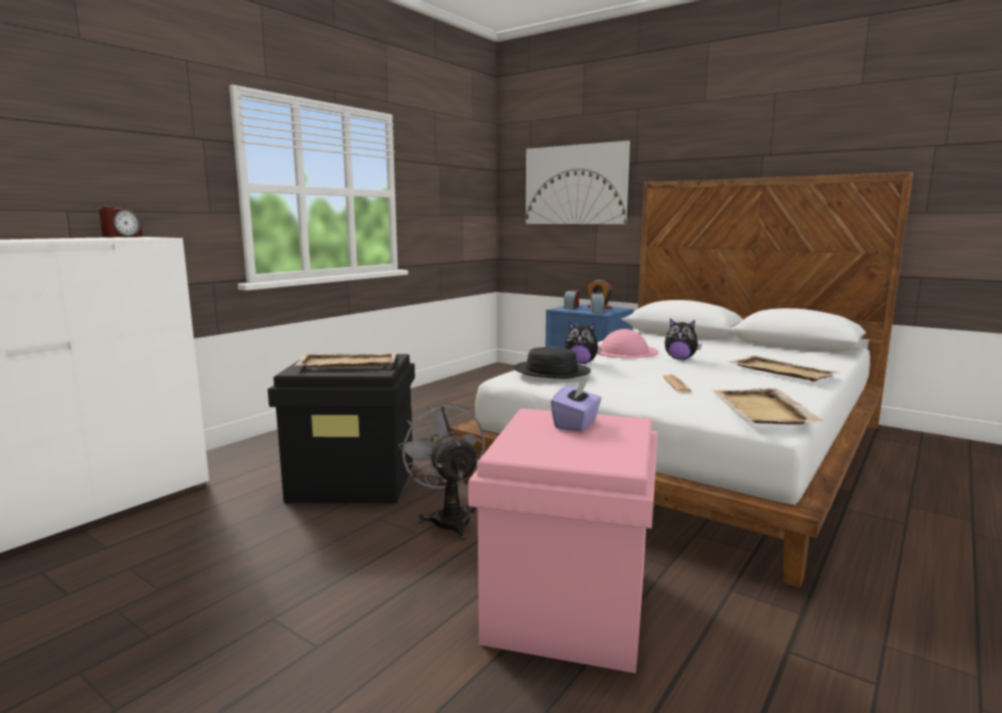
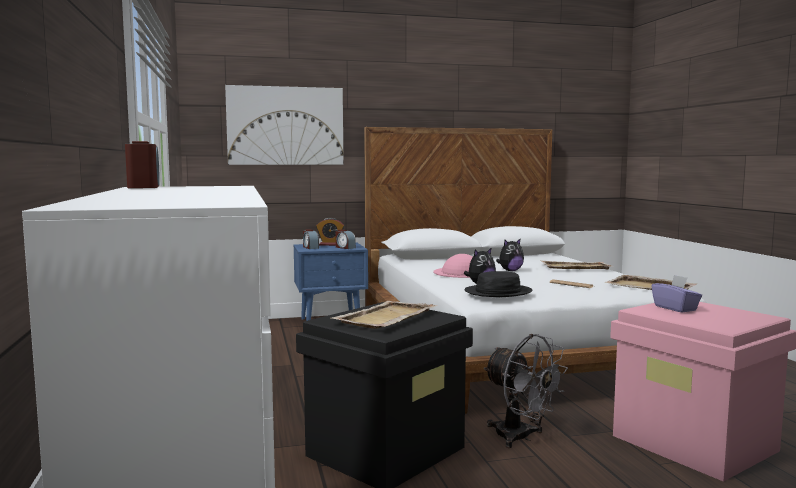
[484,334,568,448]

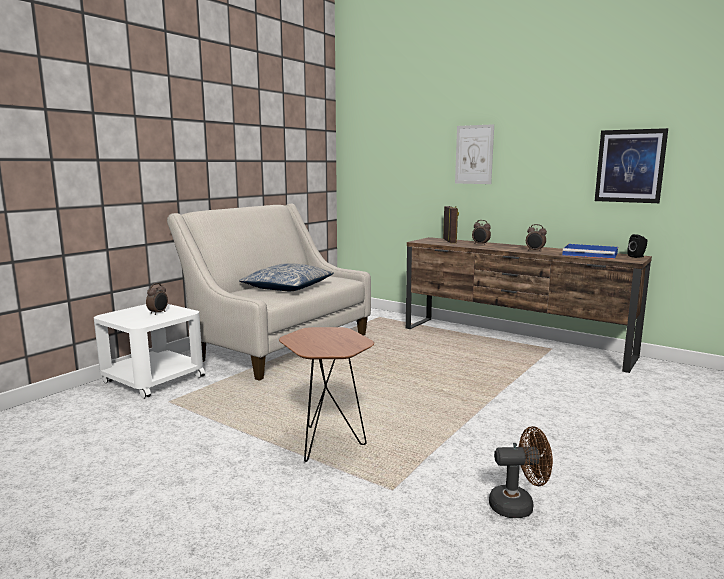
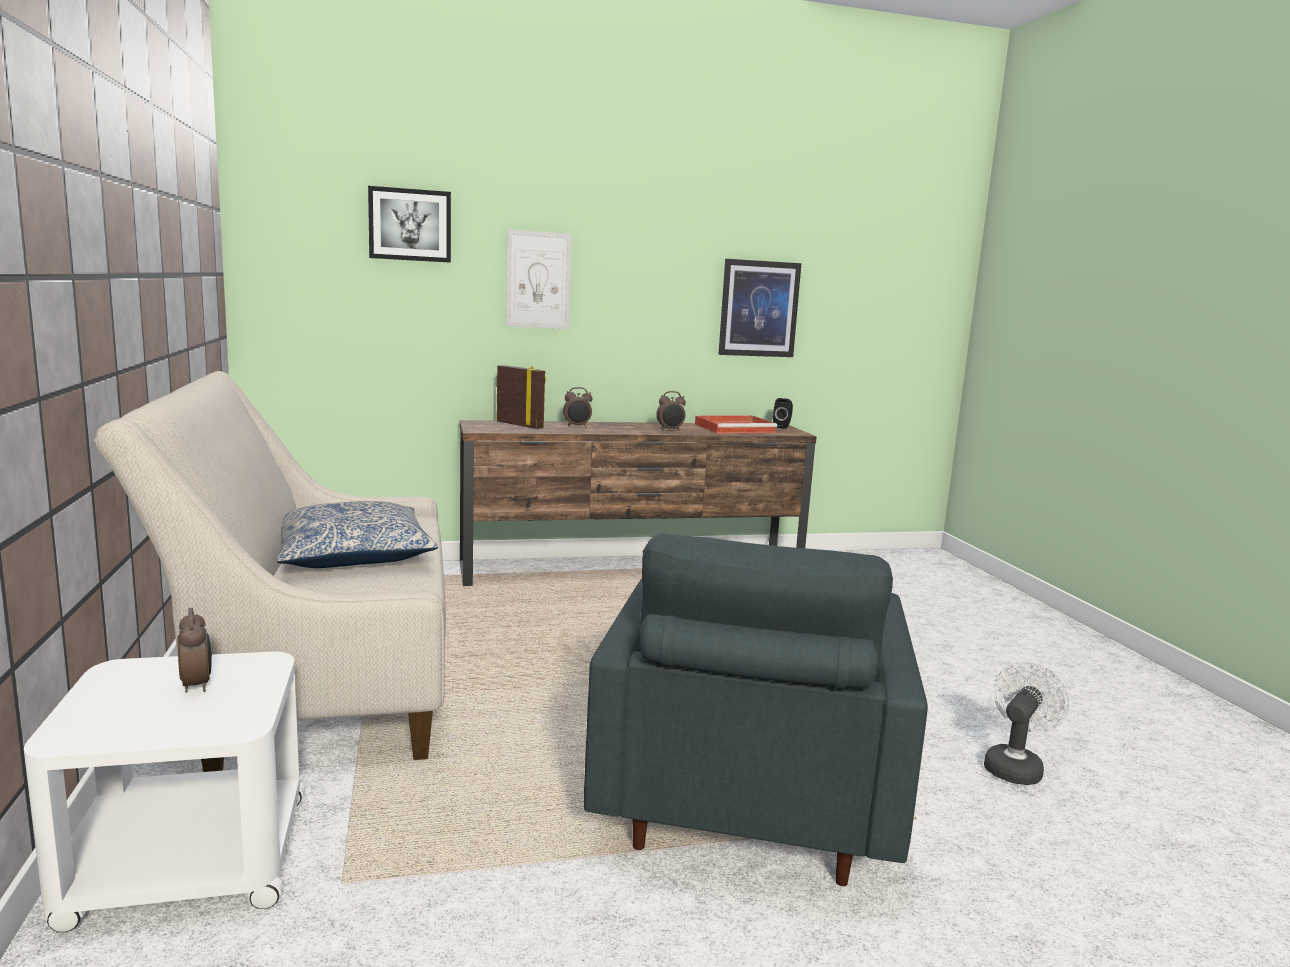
[584,533,928,886]
[984,662,1070,785]
[695,415,777,434]
[368,186,451,263]

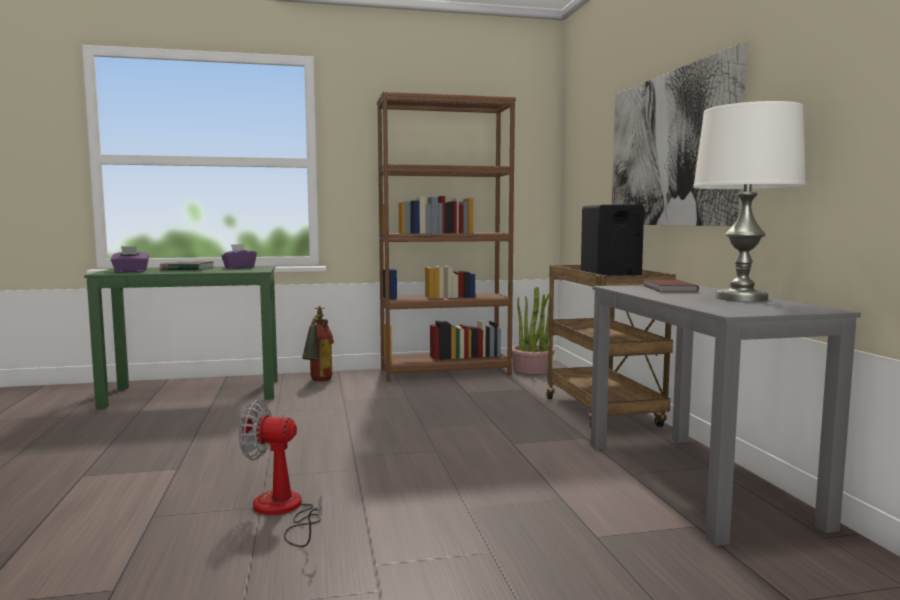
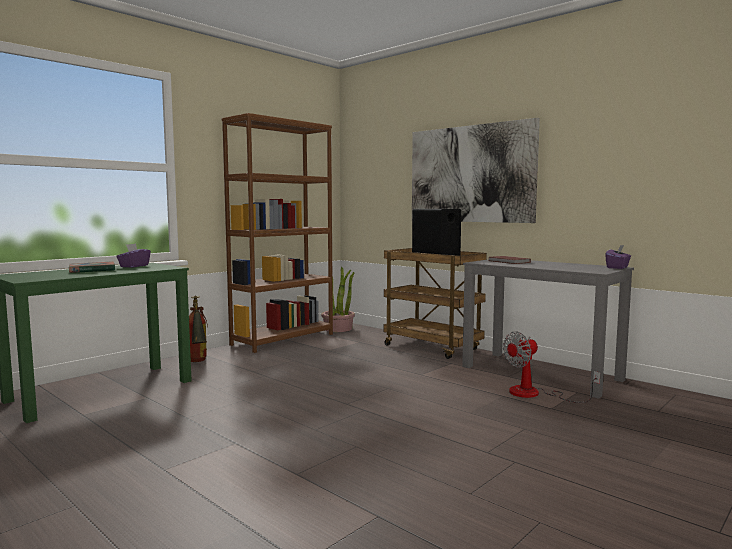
[605,245,631,269]
[503,331,600,403]
[693,101,806,302] (first image)

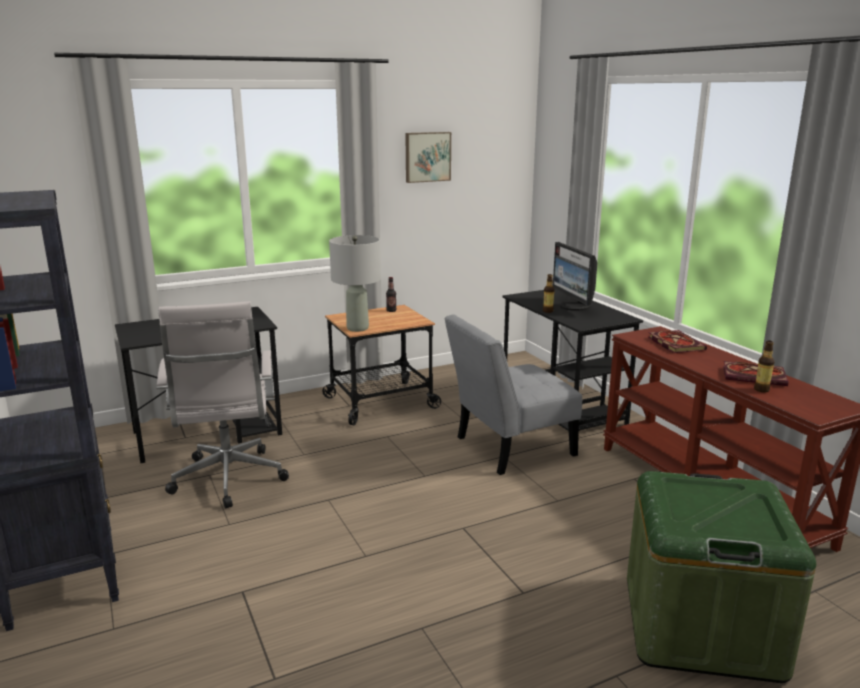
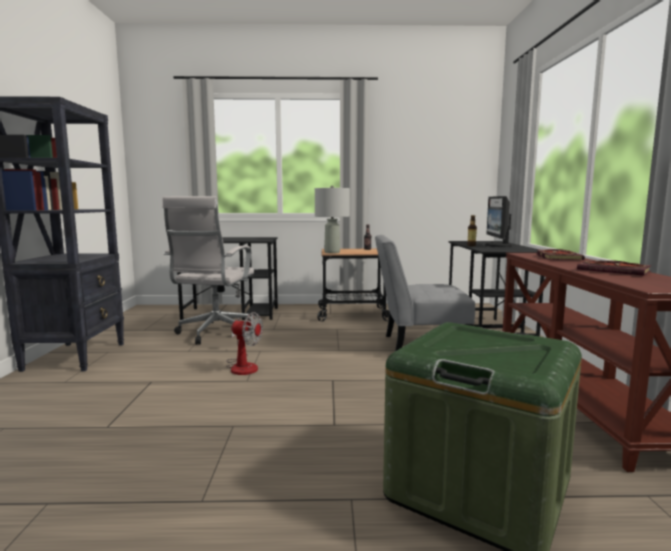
[405,132,451,183] (first image)
[754,340,774,393] (first image)
[226,312,263,375]

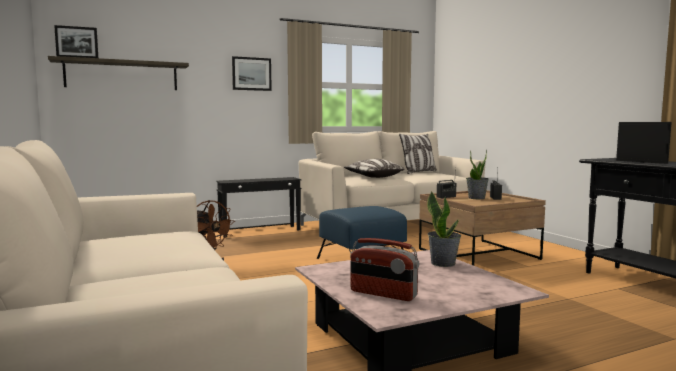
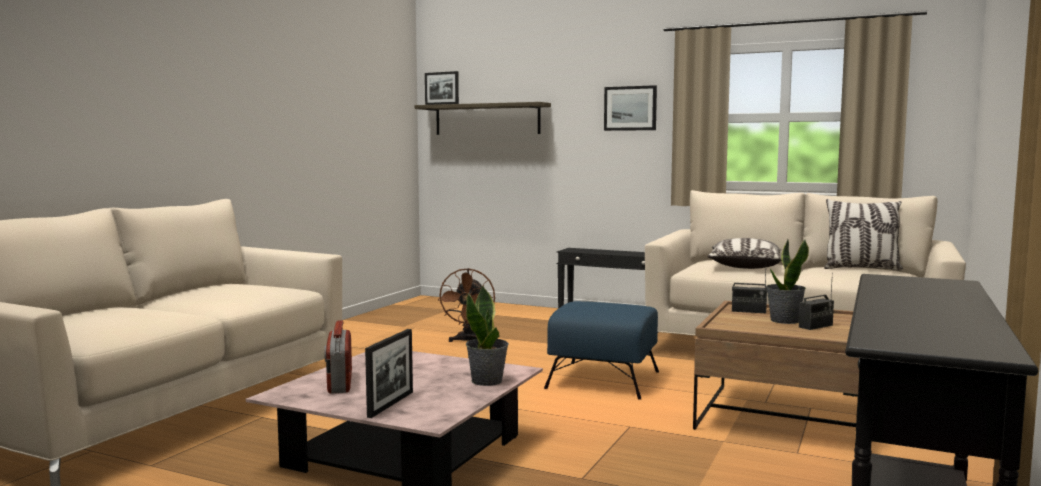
[365,329,413,418]

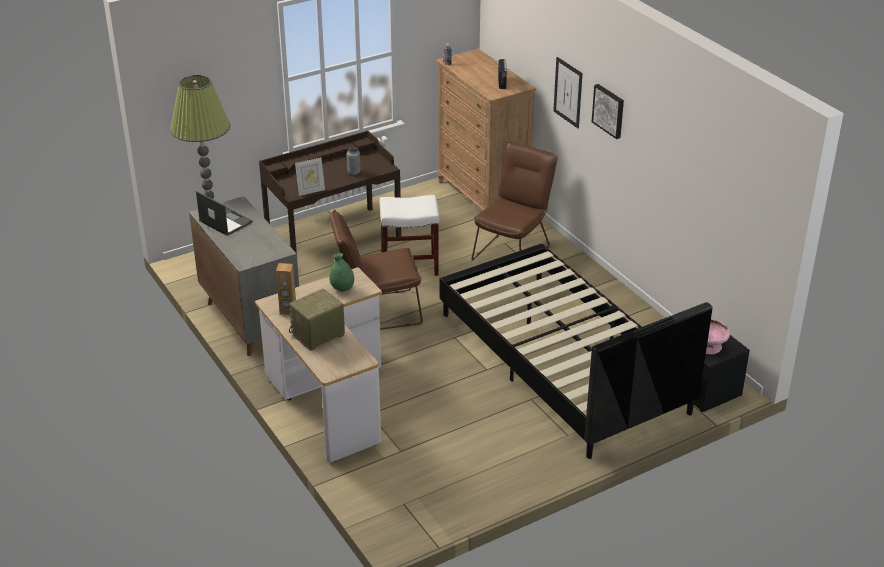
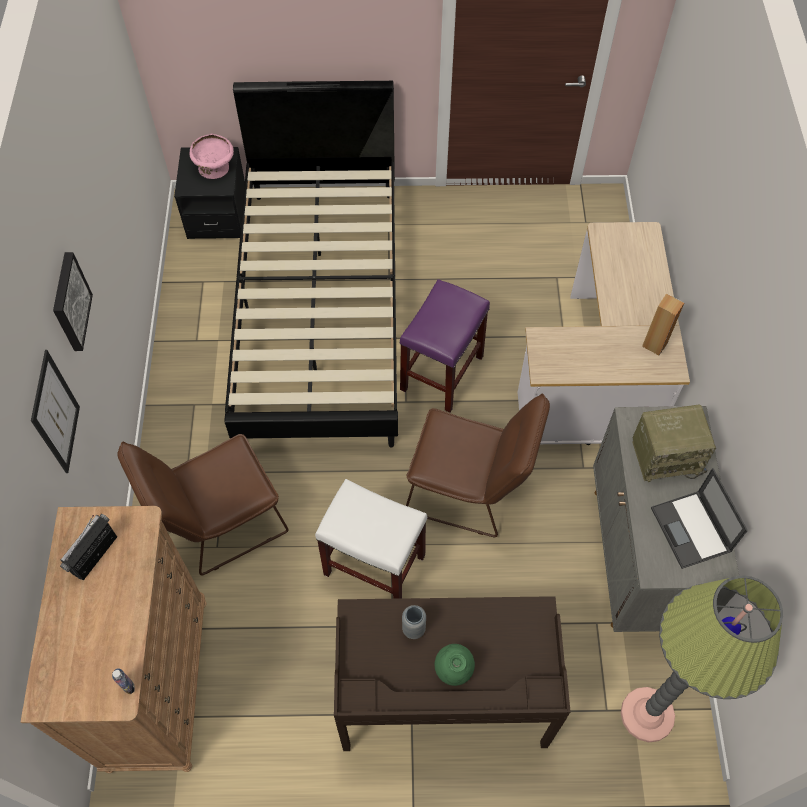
[632,404,716,482]
[295,158,325,196] (first image)
[435,644,475,686]
[400,279,490,413]

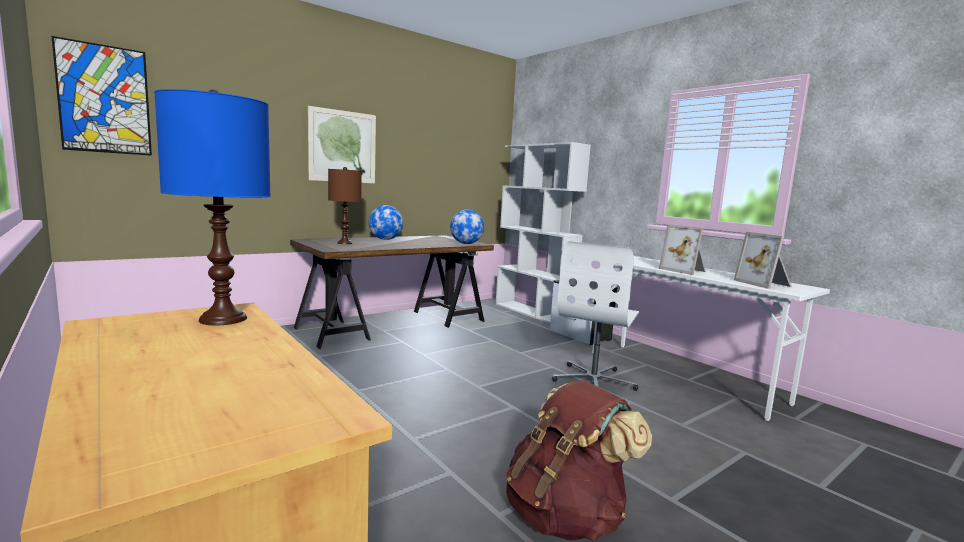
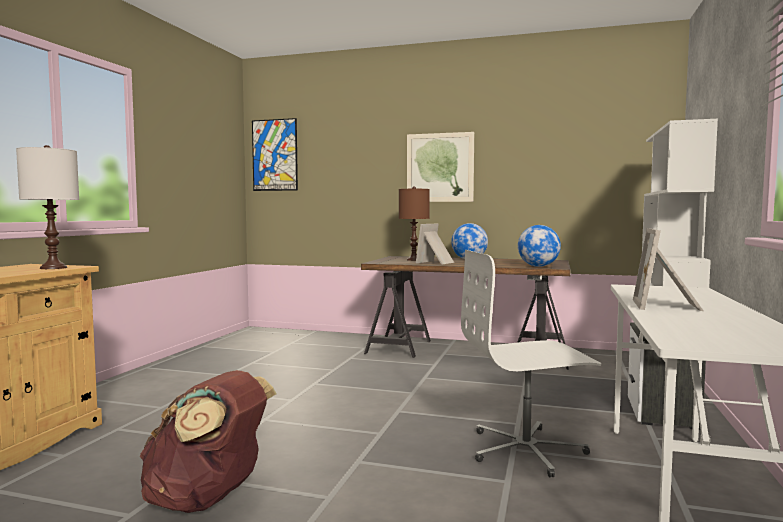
[16,145,79,269]
[416,224,454,264]

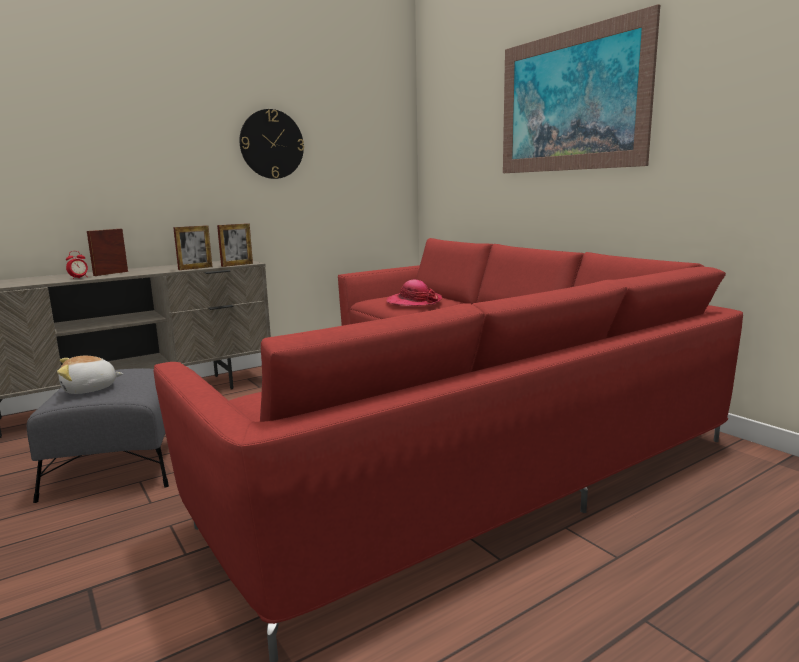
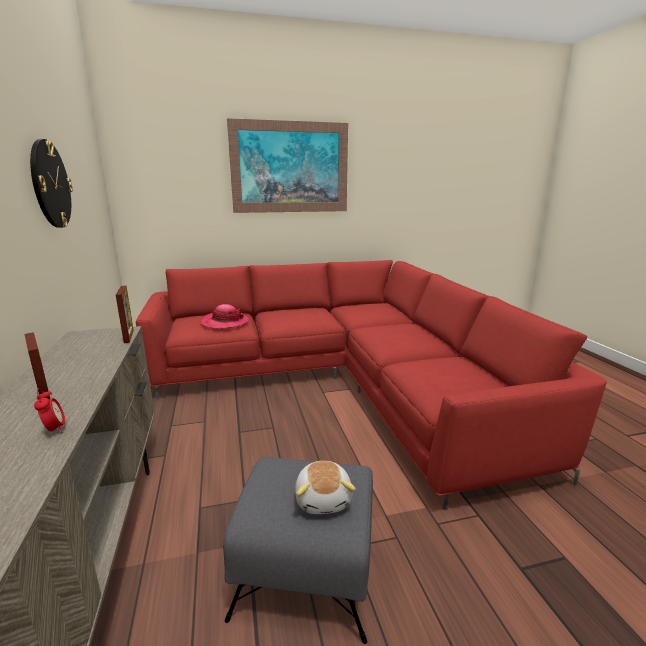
[173,225,212,270] (first image)

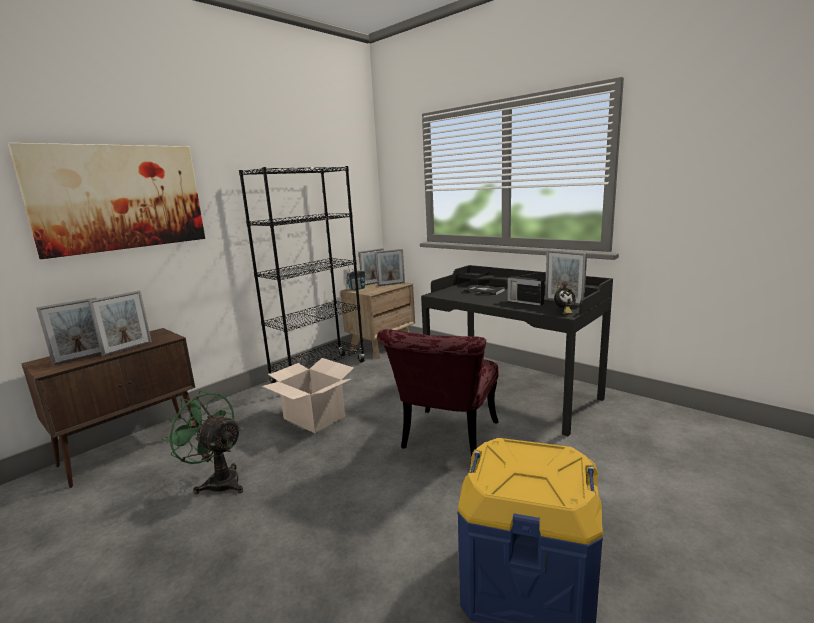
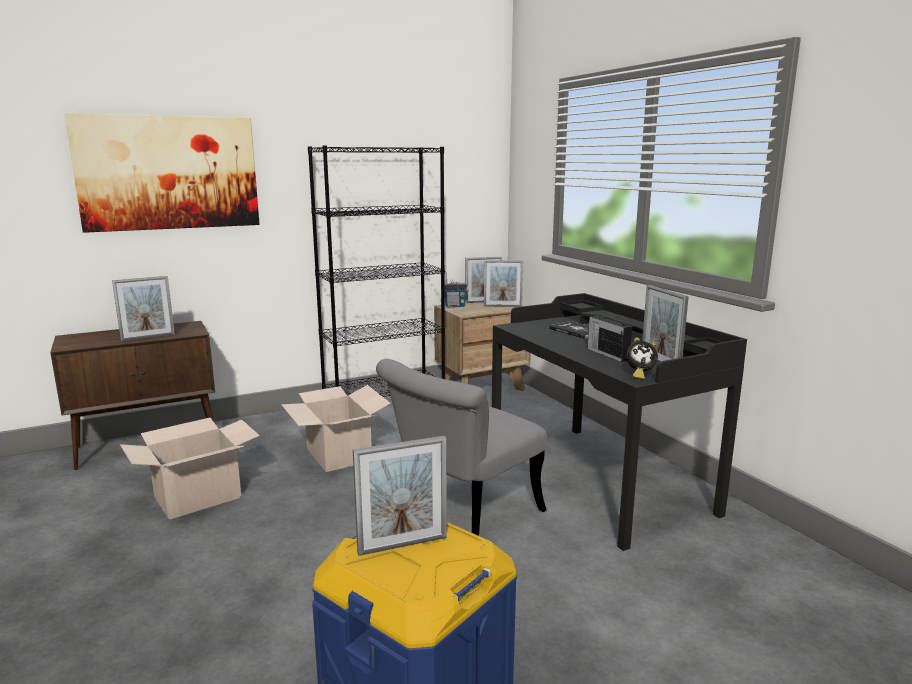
[353,436,447,556]
[120,418,260,520]
[376,359,547,536]

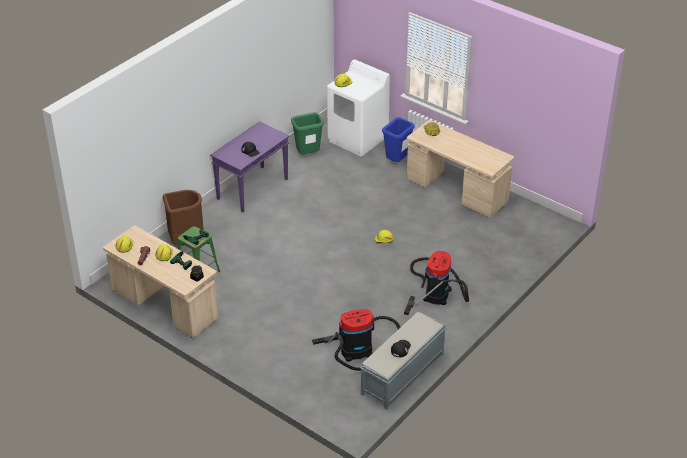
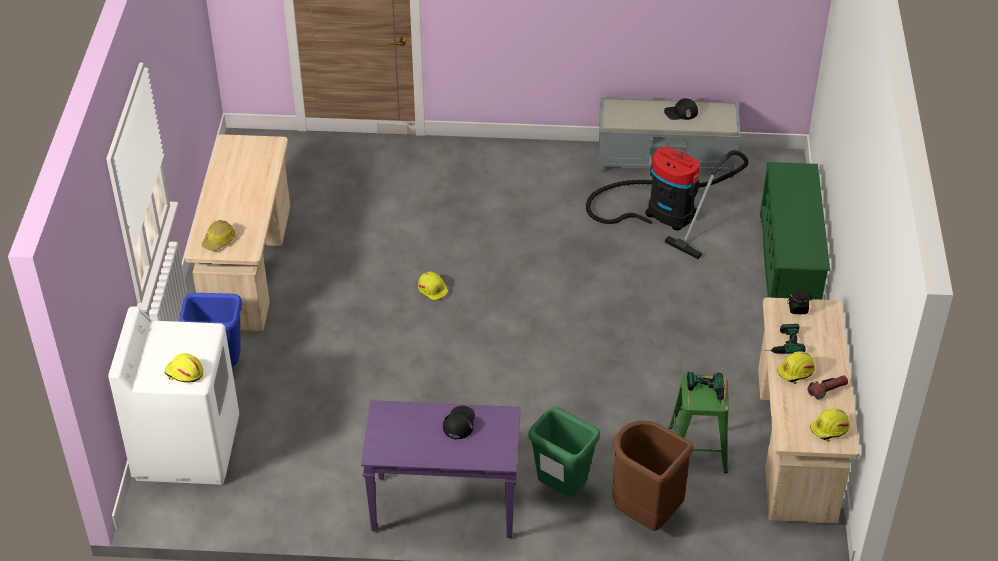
[528,407,600,497]
[404,251,469,315] (first image)
[760,162,830,300]

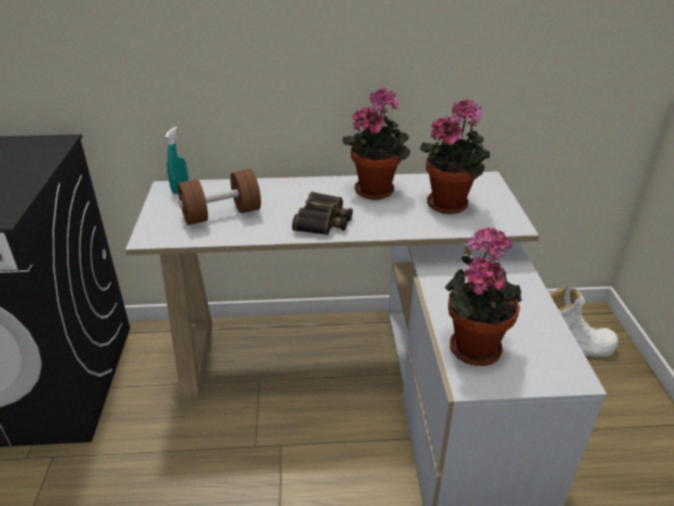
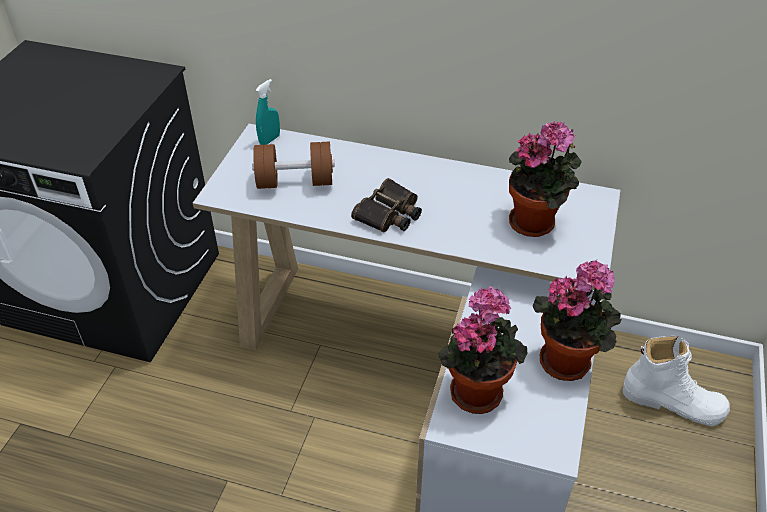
[532,259,621,381]

